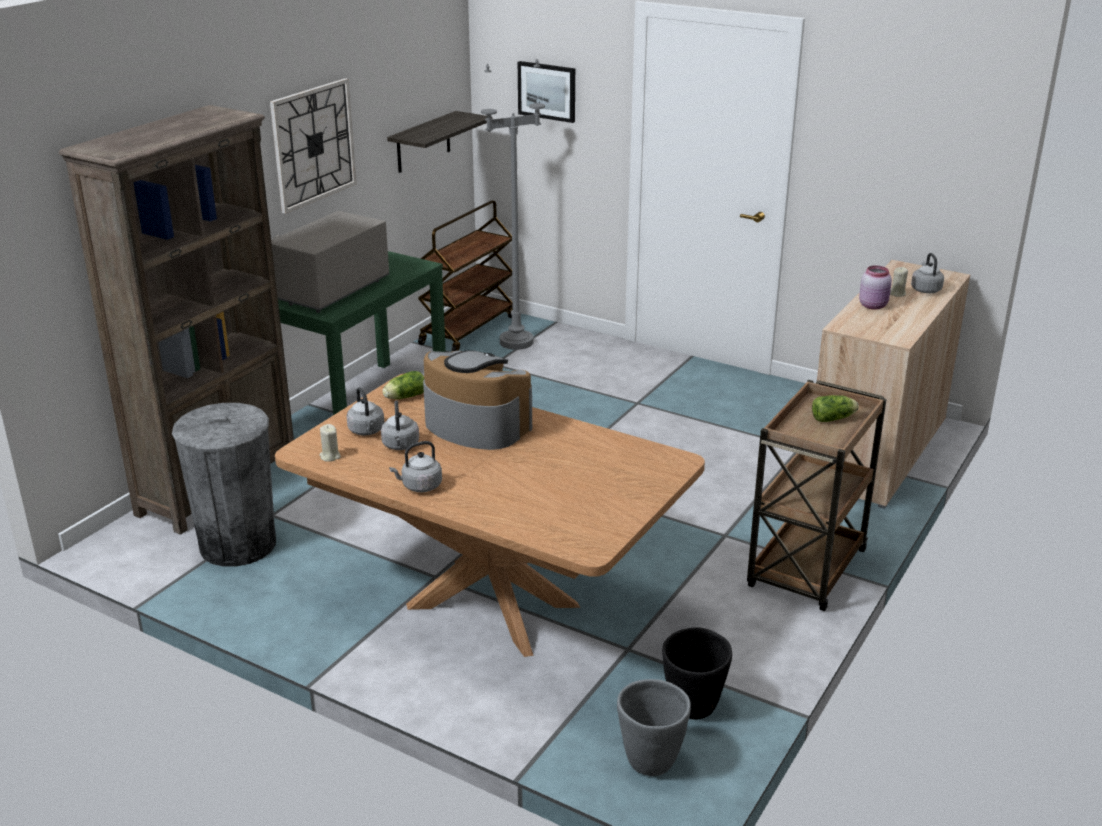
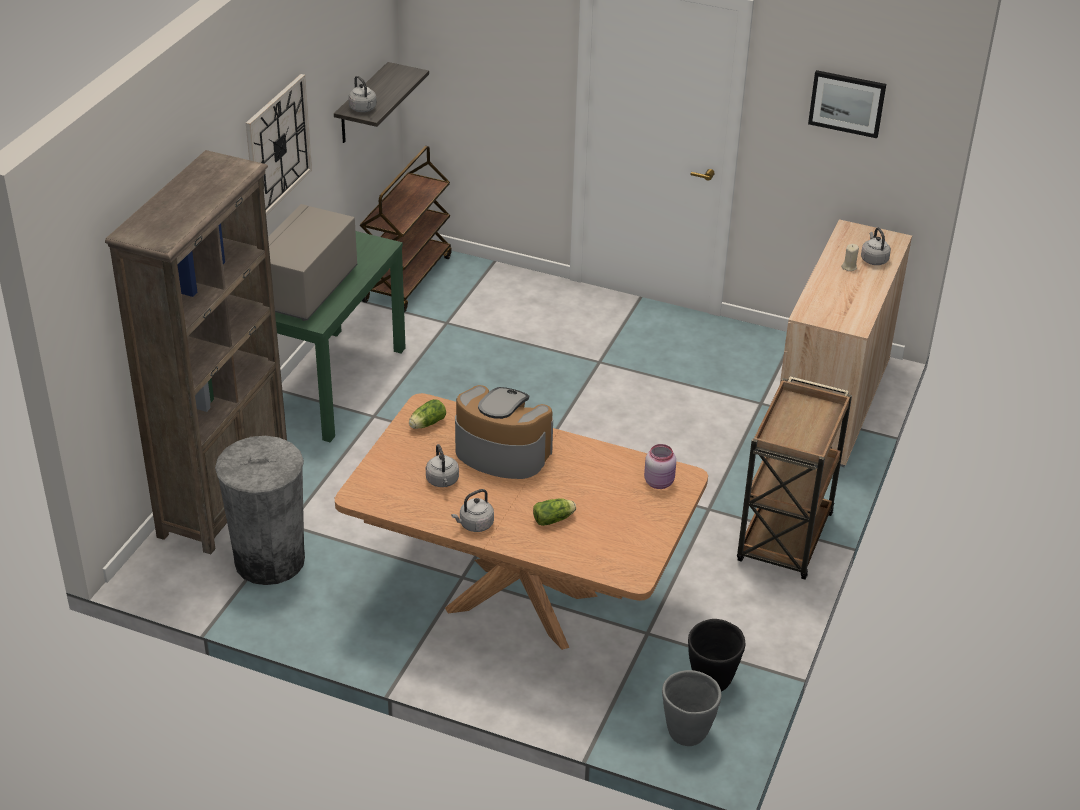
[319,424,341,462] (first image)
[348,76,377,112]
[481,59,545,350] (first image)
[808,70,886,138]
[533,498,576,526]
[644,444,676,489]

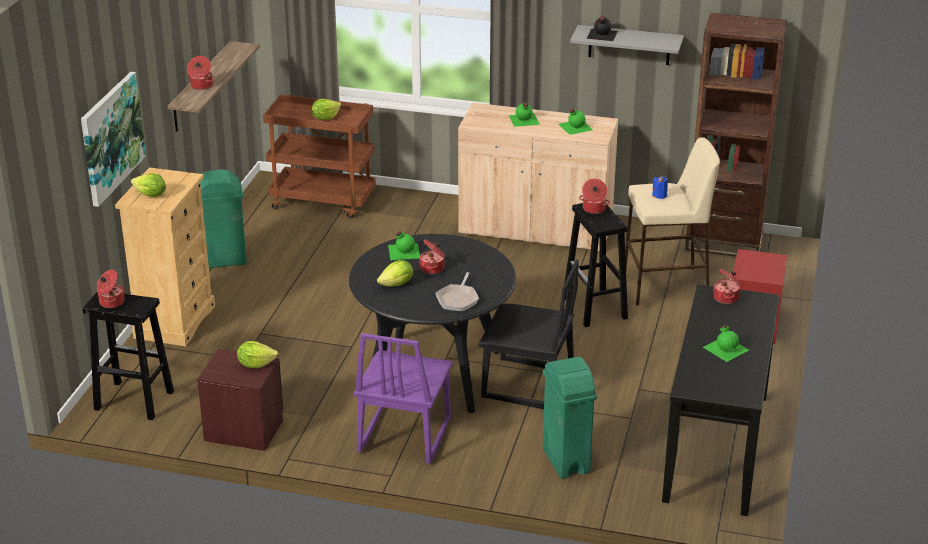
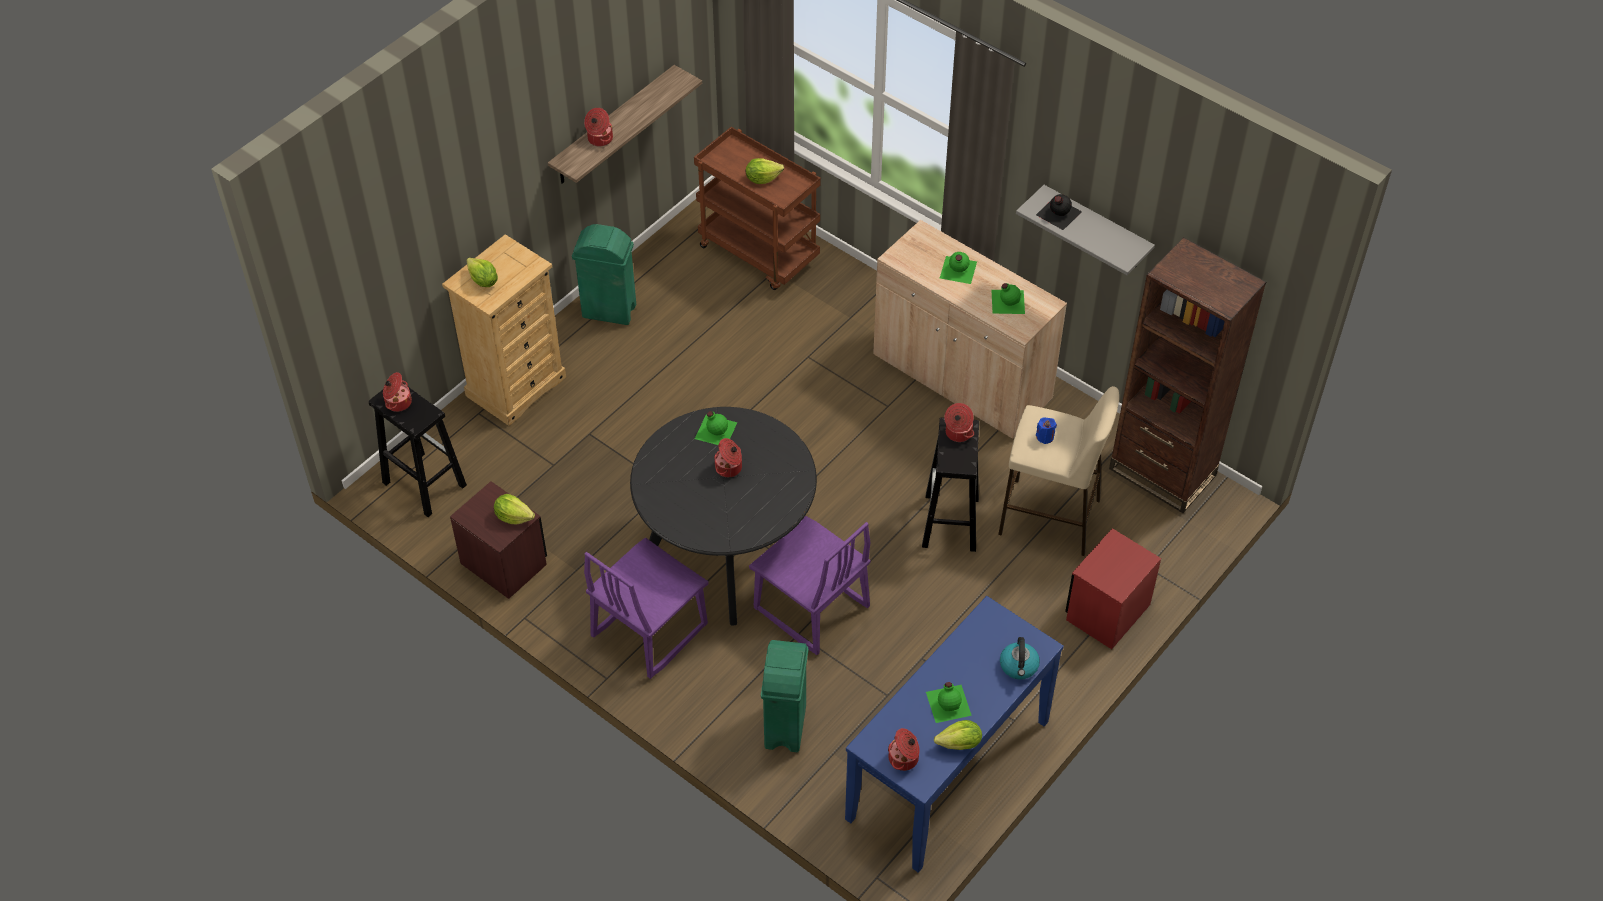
[81,72,146,207] (first image)
[934,720,982,750]
[435,272,479,311] (first image)
[749,516,871,655]
[845,596,1064,873]
[888,728,920,771]
[1000,637,1040,680]

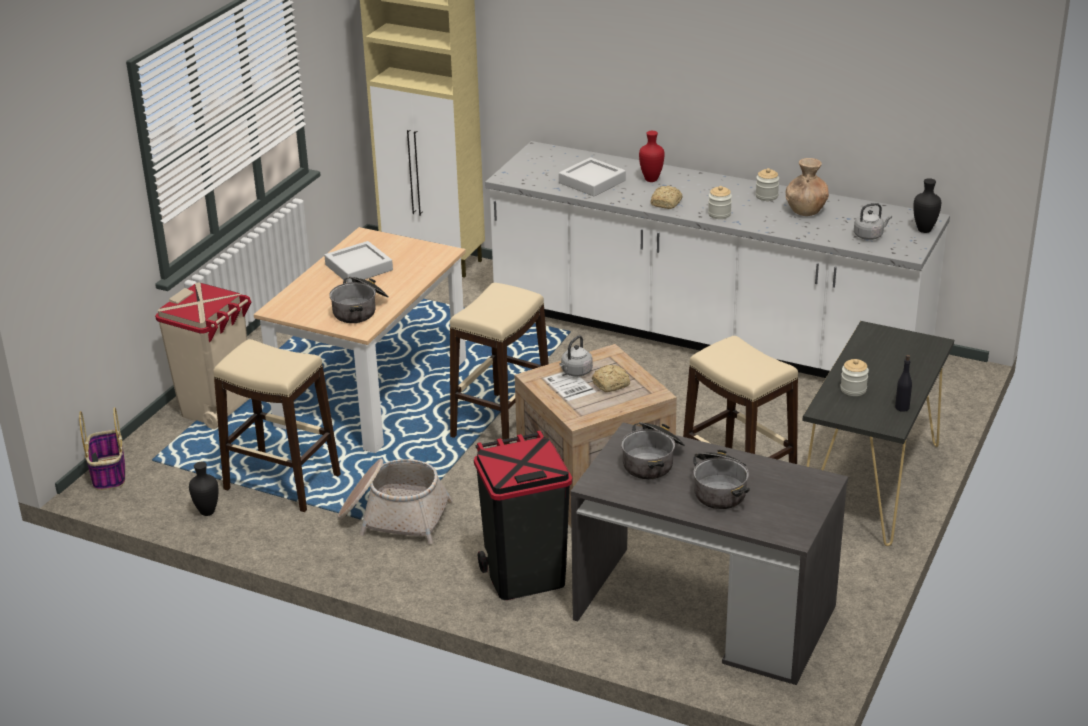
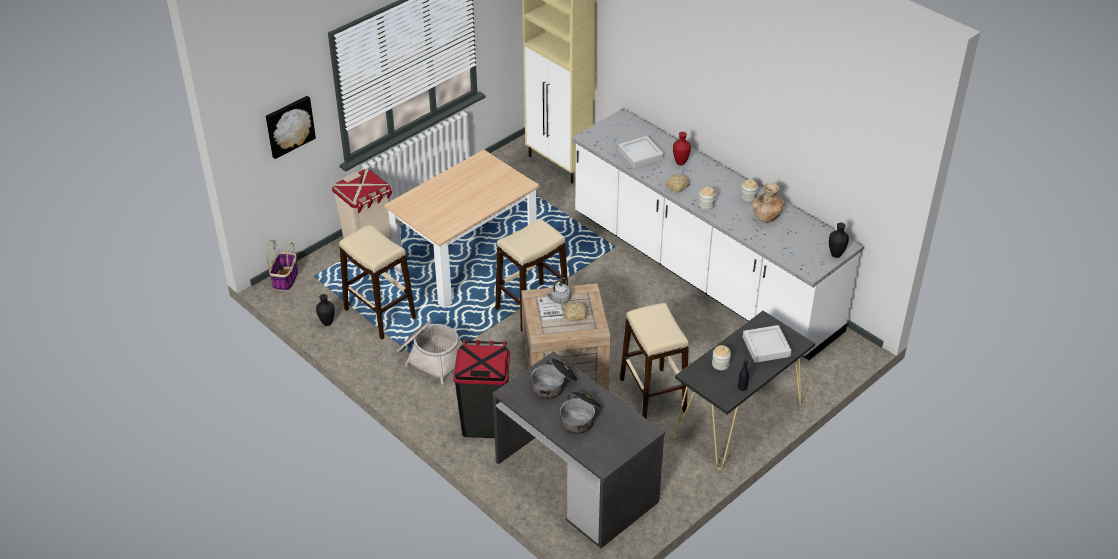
[743,325,792,363]
[330,277,389,323] (first image)
[854,203,892,240] (first image)
[266,96,316,159]

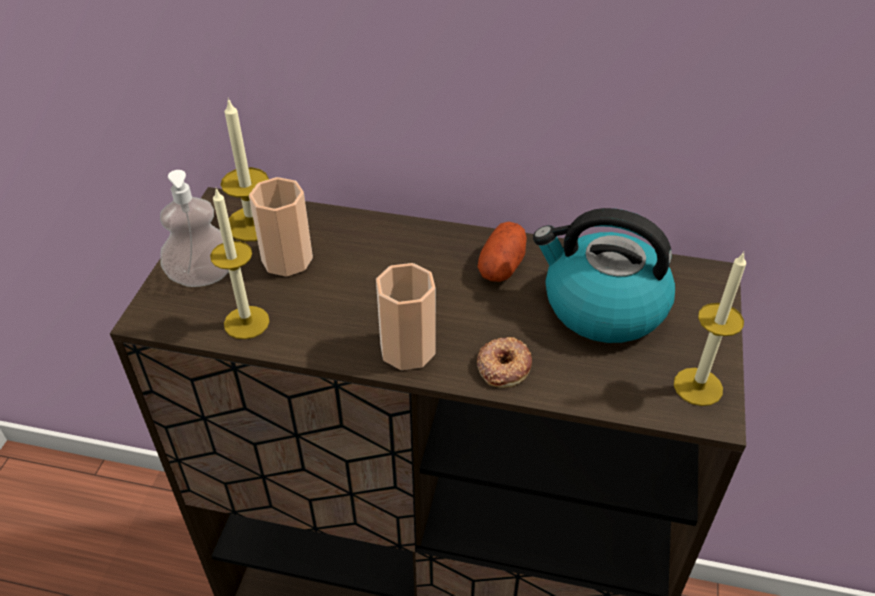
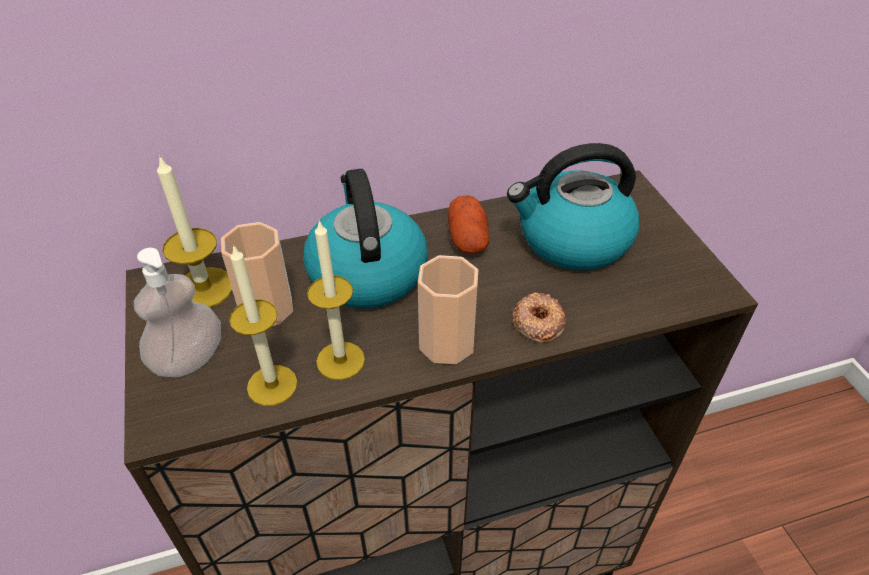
[307,220,365,380]
[303,169,428,309]

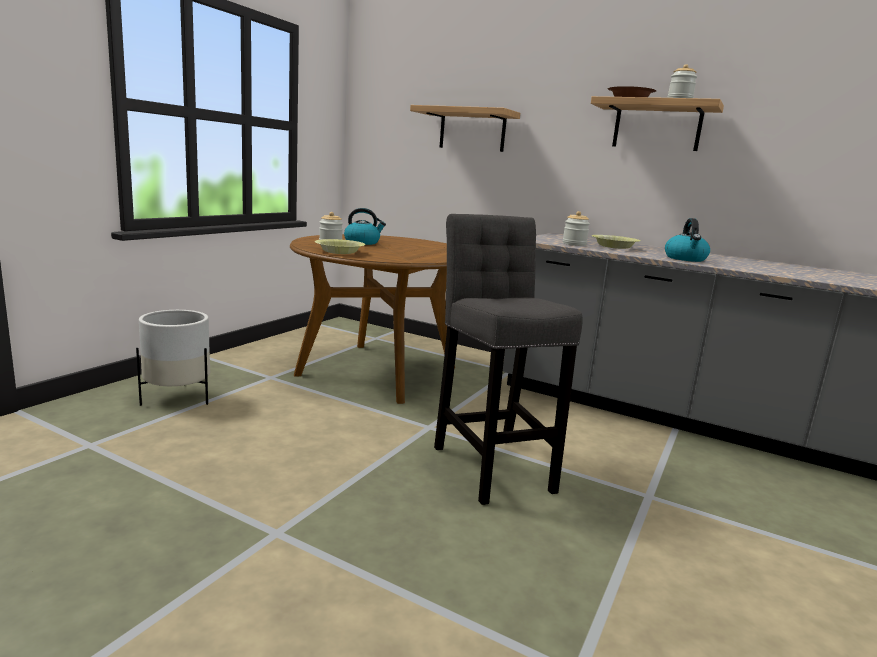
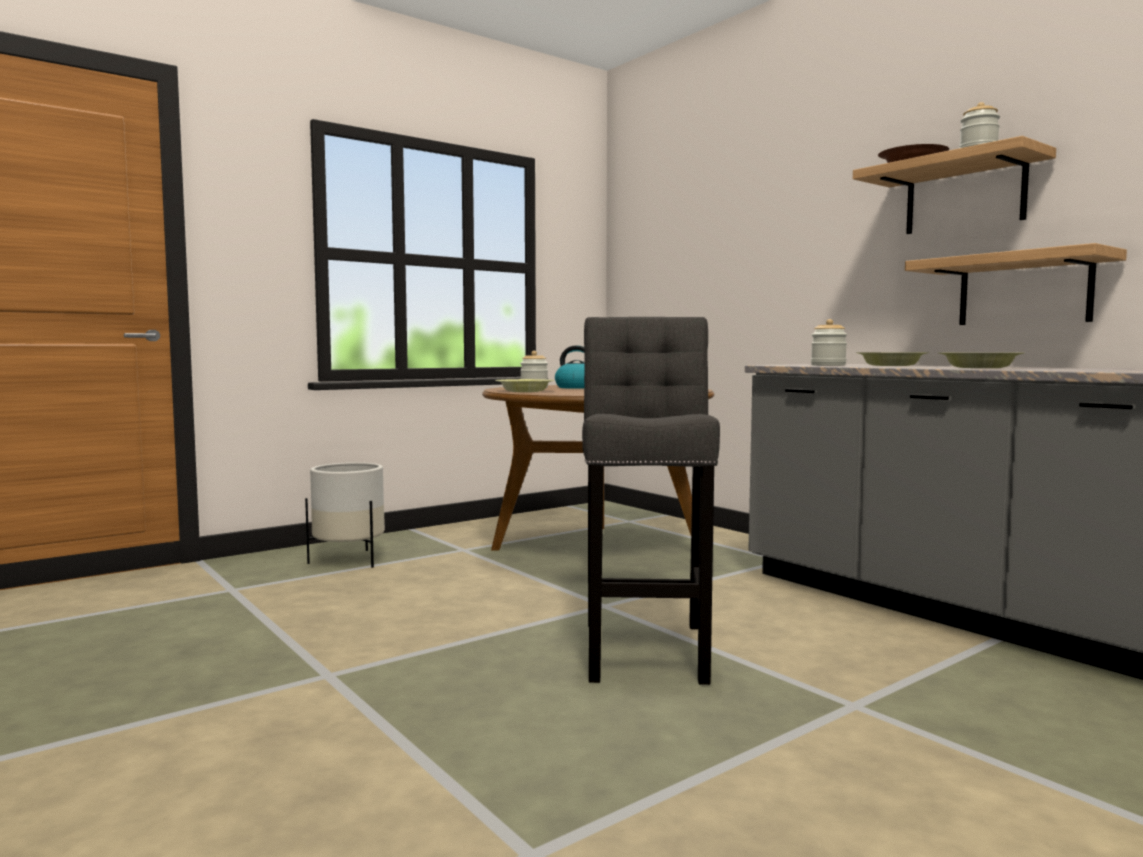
[905,243,1127,325]
[939,353,1024,368]

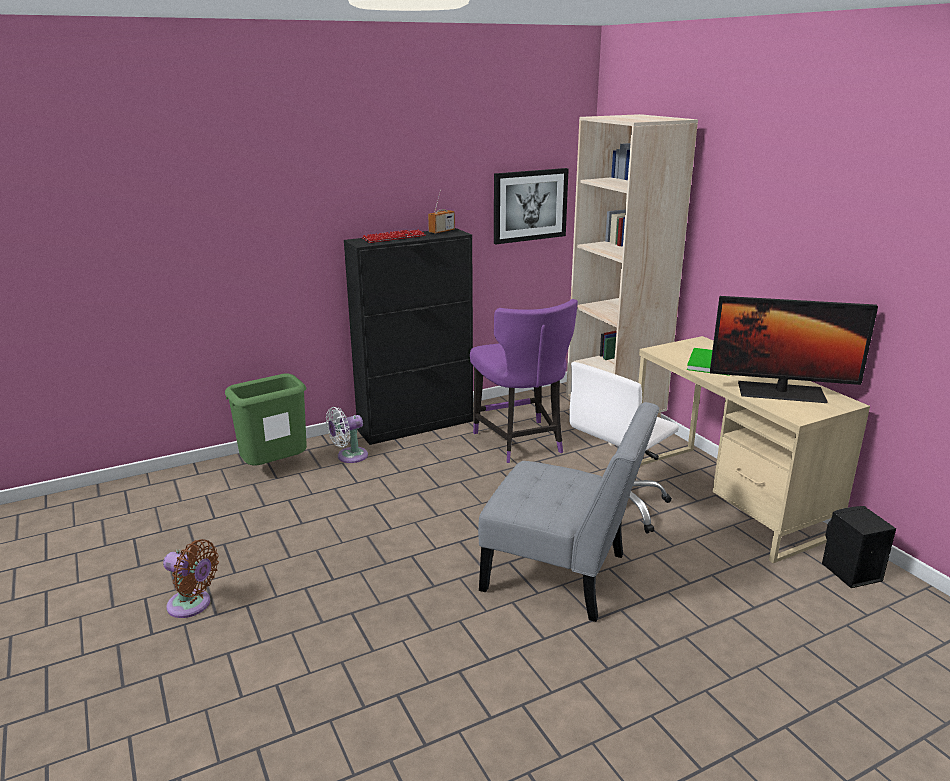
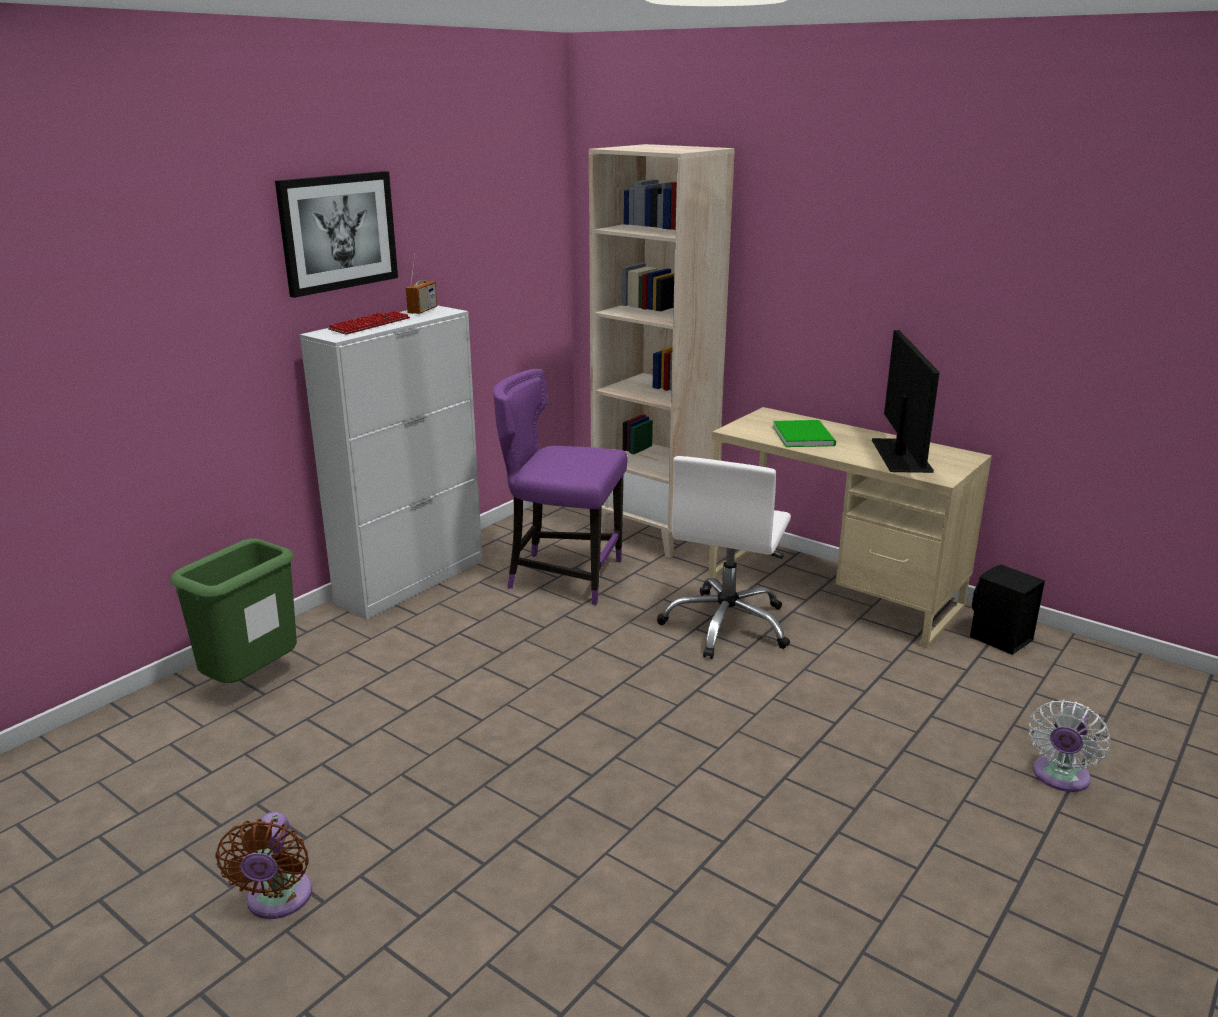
[216,812,312,919]
[1029,700,1110,792]
[300,305,483,620]
[493,369,628,605]
[478,402,659,622] (first image)
[275,171,398,298]
[872,330,940,473]

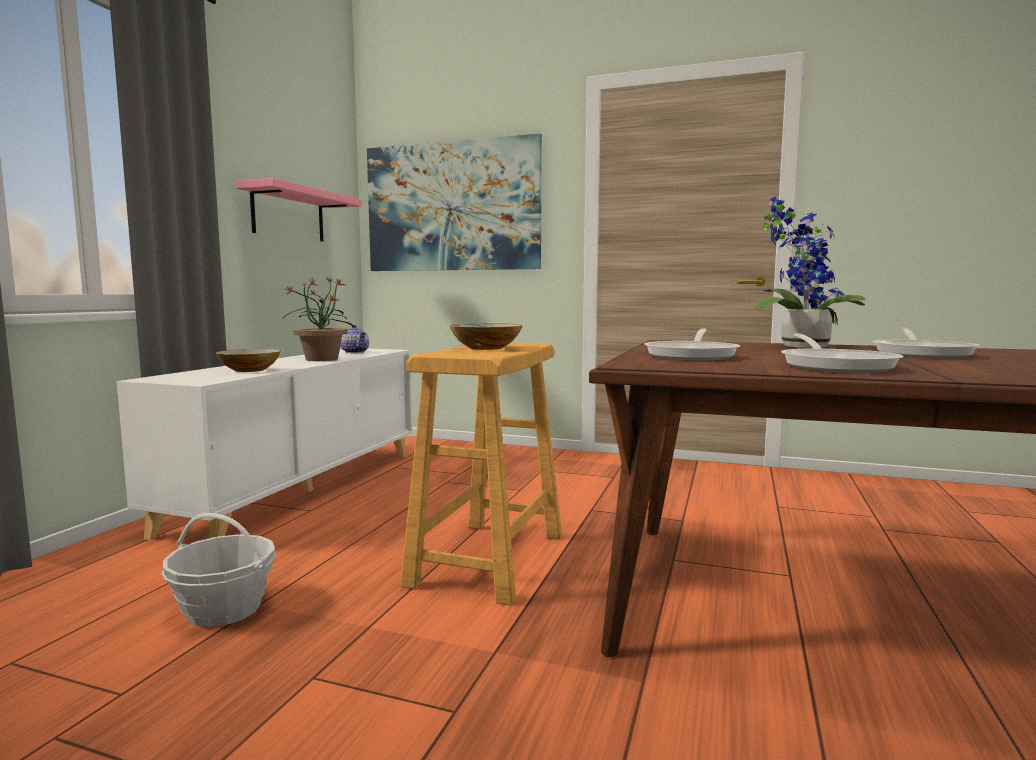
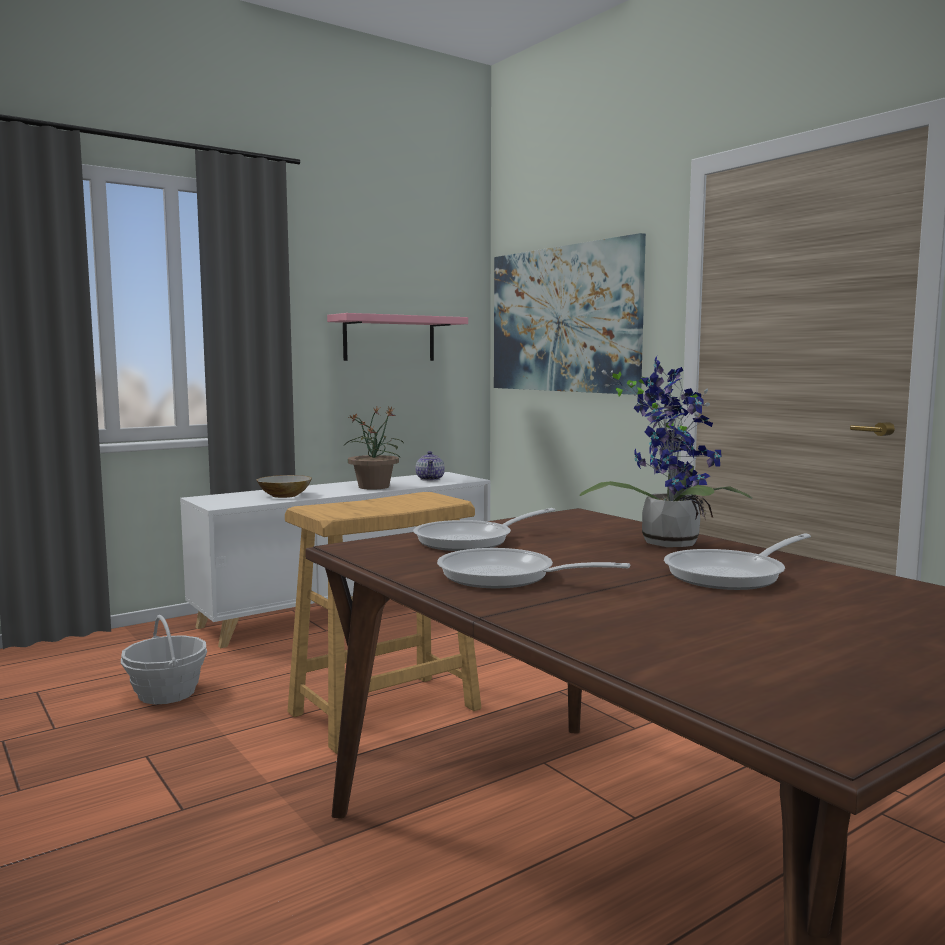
[449,323,523,350] (first image)
[437,548,630,588]

